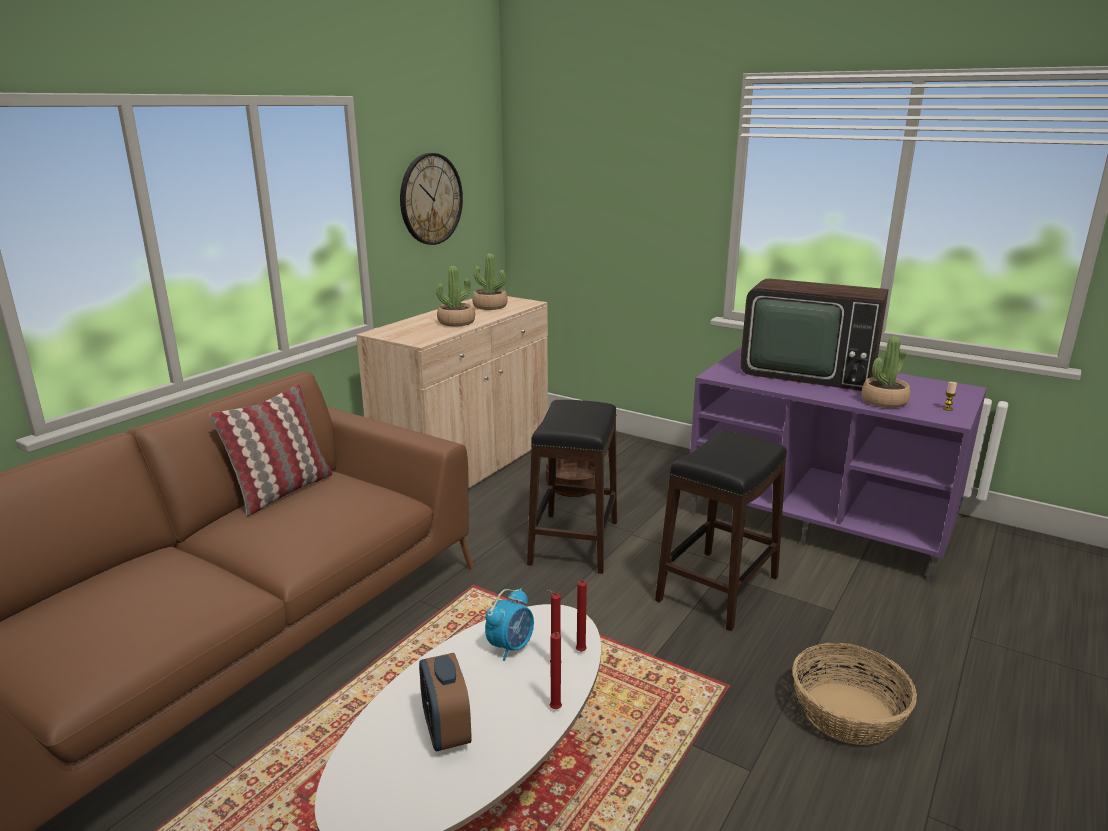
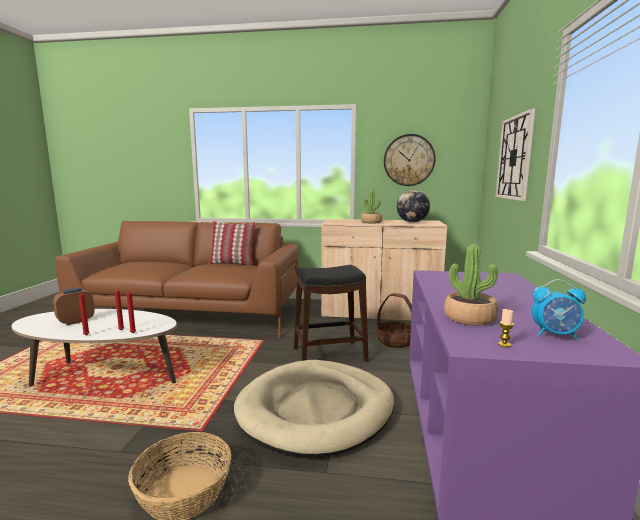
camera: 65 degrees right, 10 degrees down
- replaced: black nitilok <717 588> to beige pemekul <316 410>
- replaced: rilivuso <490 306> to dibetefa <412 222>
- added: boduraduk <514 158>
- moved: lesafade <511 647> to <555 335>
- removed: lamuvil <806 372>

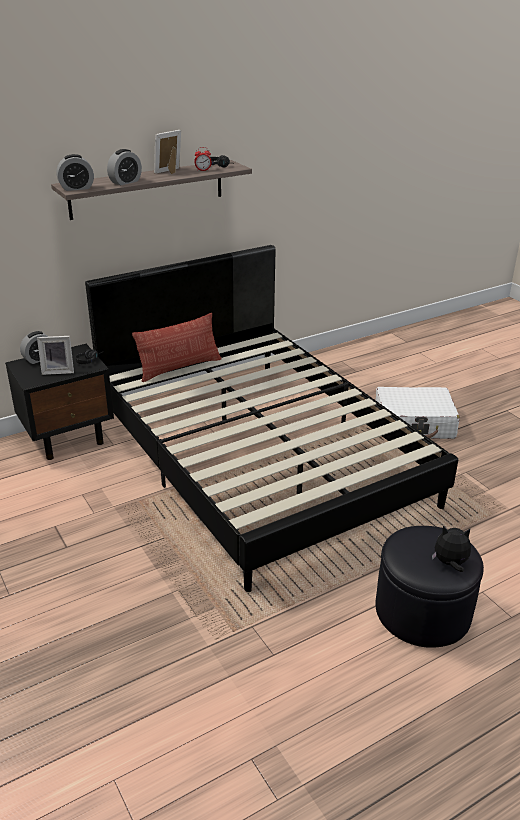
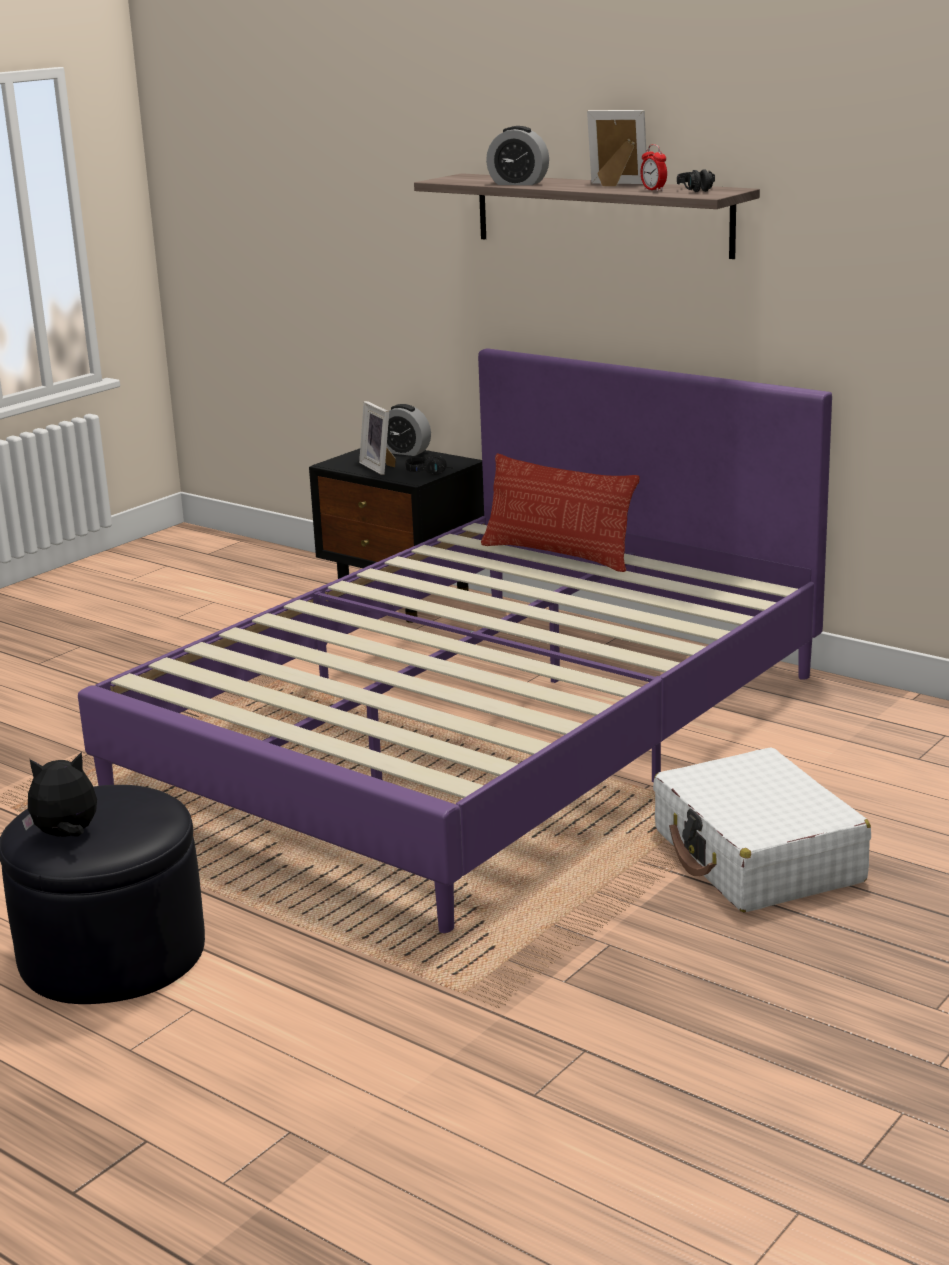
camera: 70 degrees right, 10 degrees down
- turned: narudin <450 564> = <66 836> 90 degrees counterclockwise
- recoloured: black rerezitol <259 455> to purple rerezitol <480 734>
- removed: lesafade <76 188>

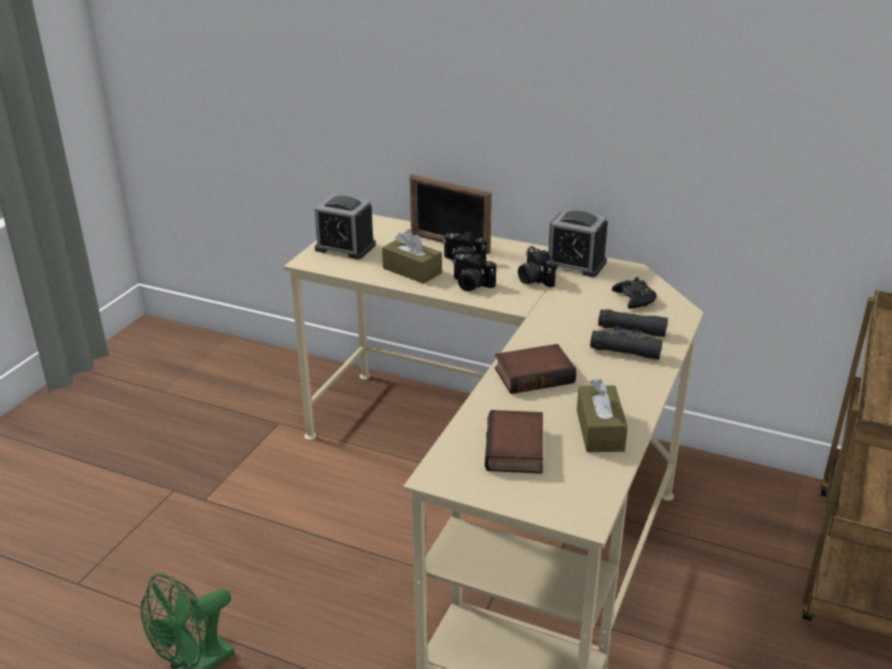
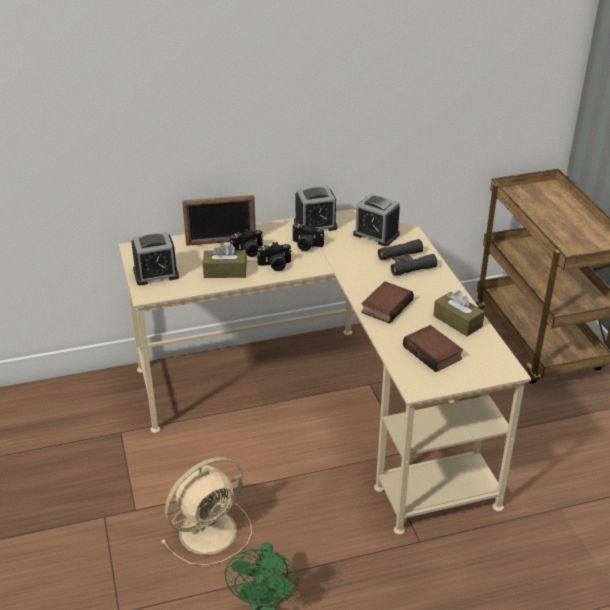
camera: 40 degrees left, 5 degrees up
- added: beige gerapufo <210 530>
- replaced: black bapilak <634 299> to lesafade <376 234>

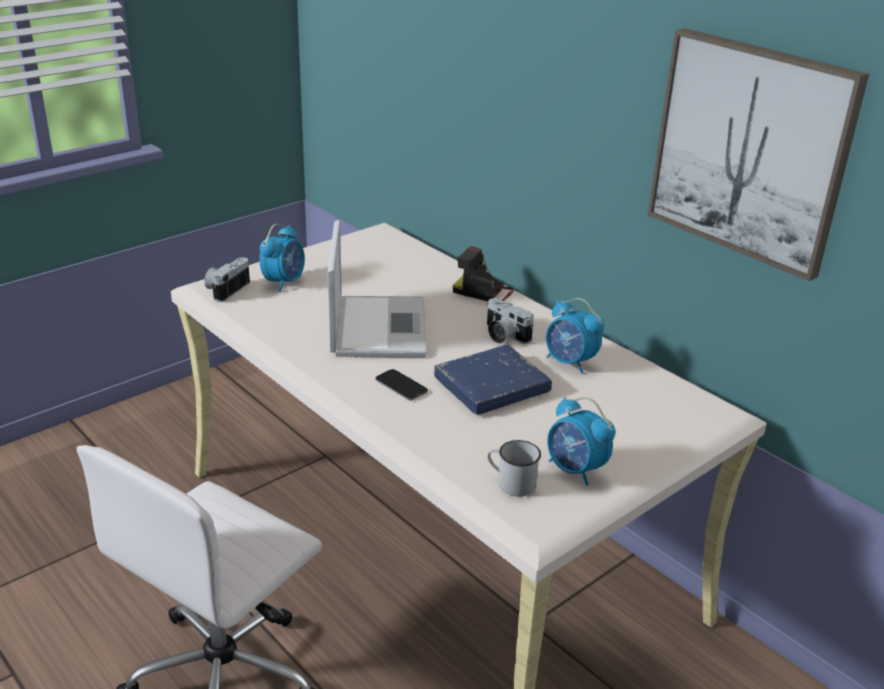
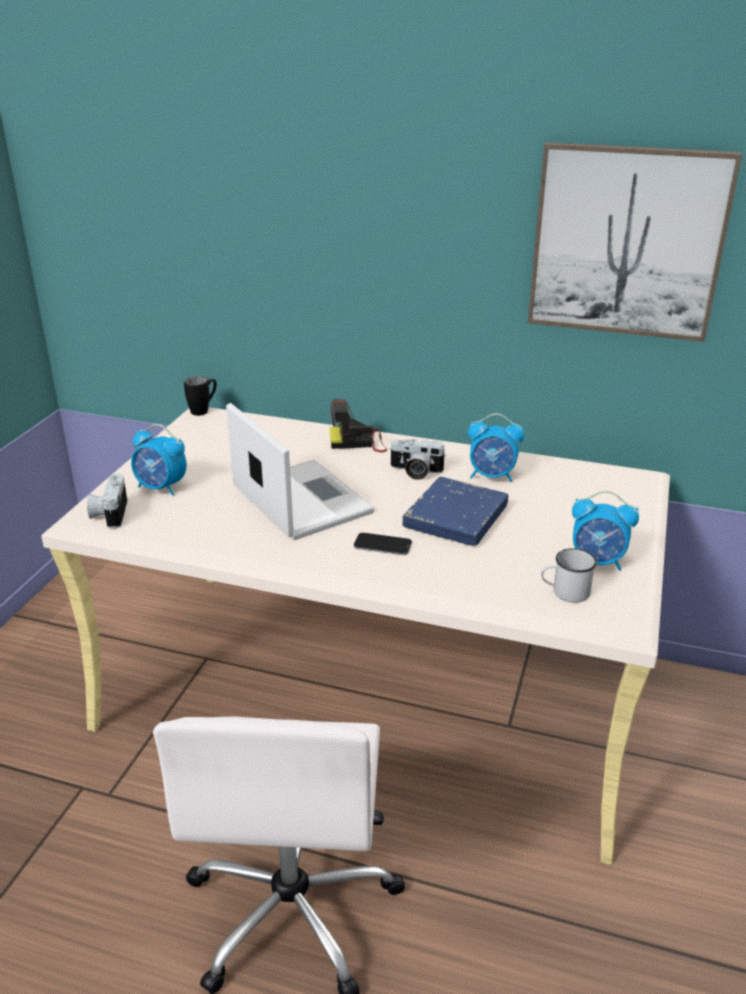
camera: 30 degrees left, 0 degrees up
- turned: lesafade <284 282> = <161 488> 120 degrees clockwise
- added: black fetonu <204 410>

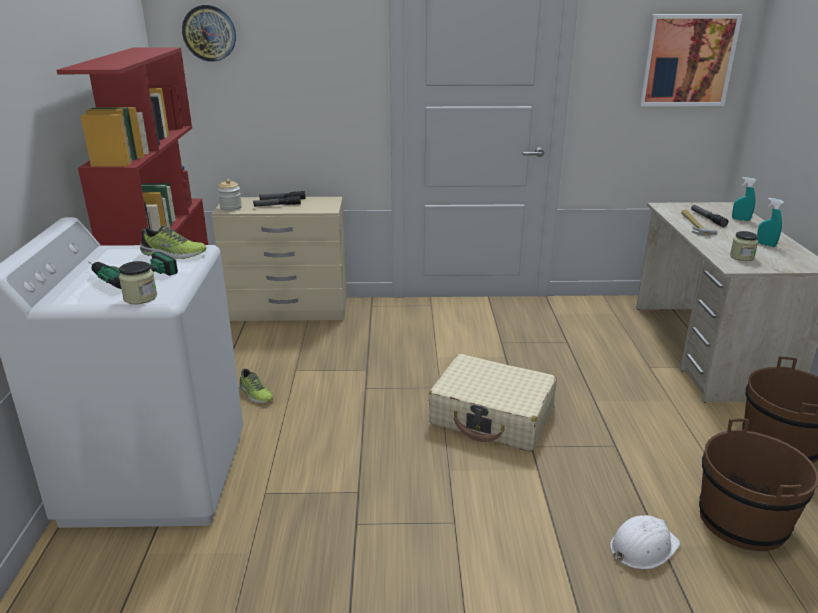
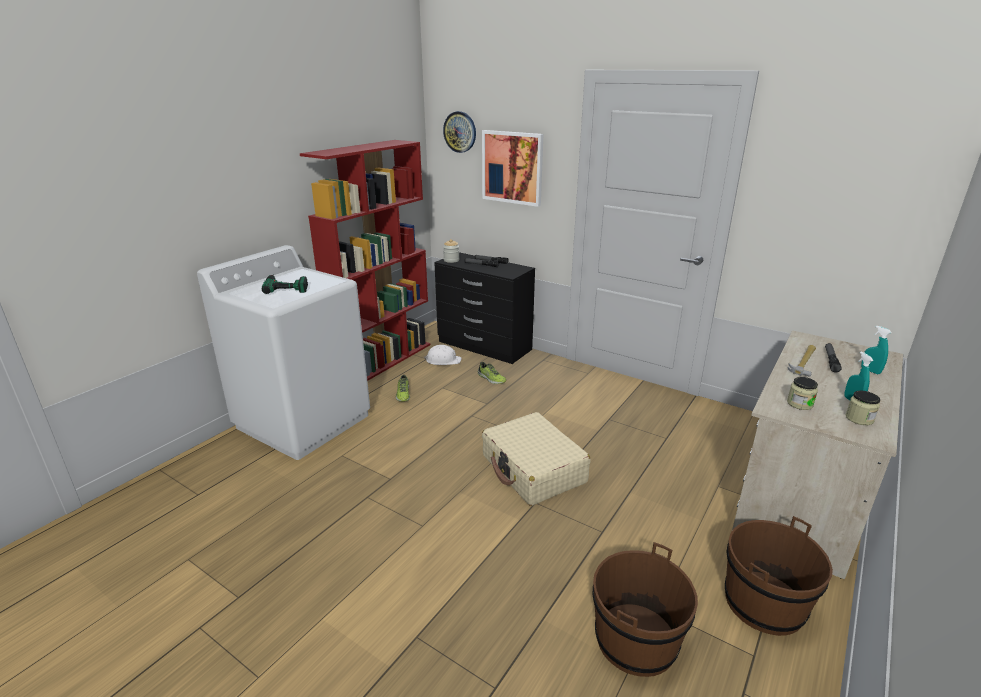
camera: 35 degrees right, 0 degrees up
- moved: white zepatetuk <642 547> to <443 360>
- recoloured: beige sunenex <289 310> to black sunenex <484 346>
- moved: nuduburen <173 254> to <491 378>
- moved: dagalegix <687 60> to <512 167>
- moved: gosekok <140 297> to <859 418>

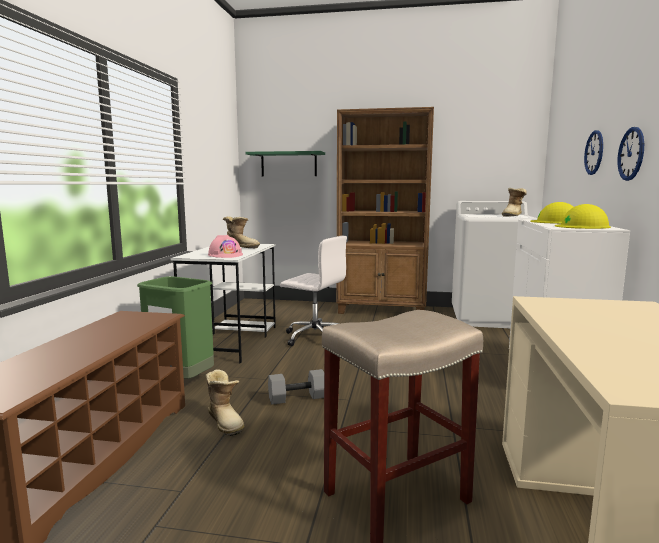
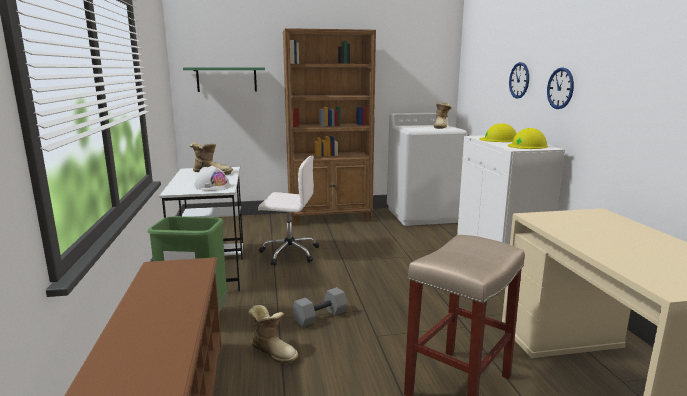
camera: 20 degrees left, 5 degrees up
- recoloured: pink zepatetuk <225 255> to white zepatetuk <212 186>

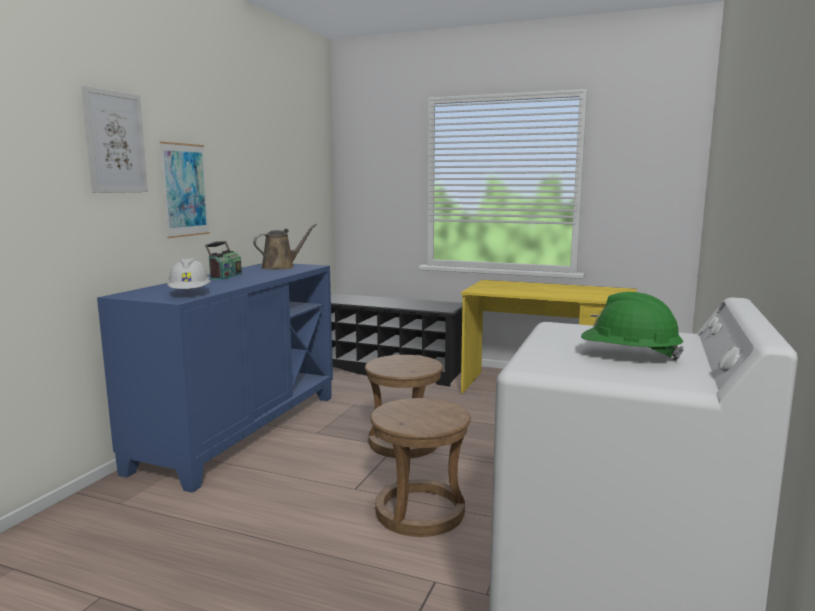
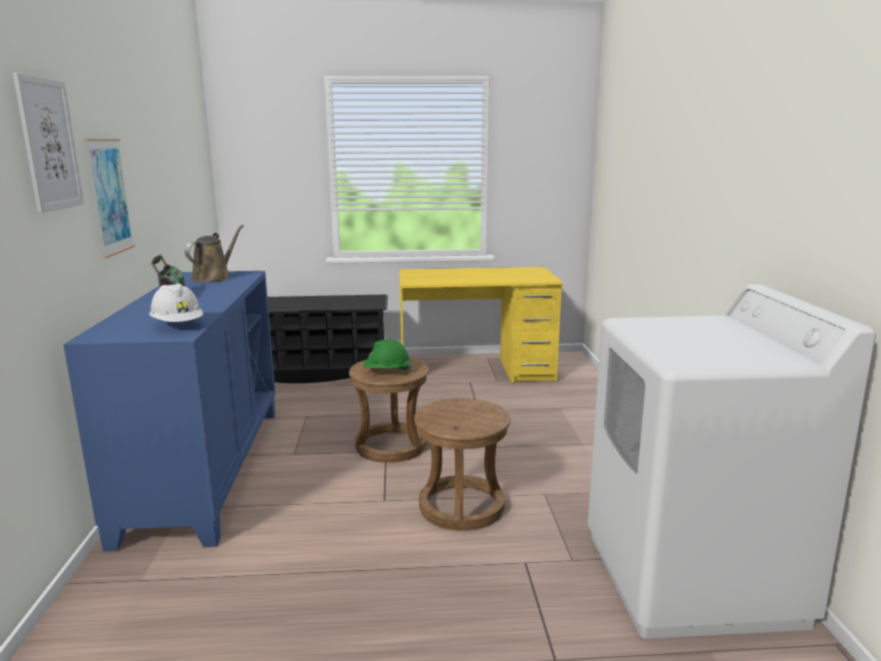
camera: 25 degrees left, 5 degrees up
- moved: green zepatetuk <628 356> to <387 372>

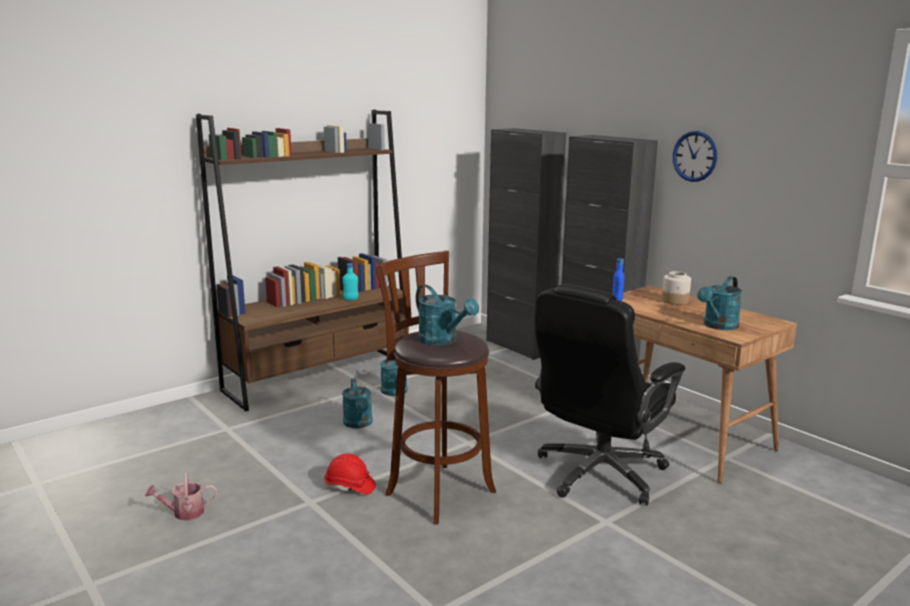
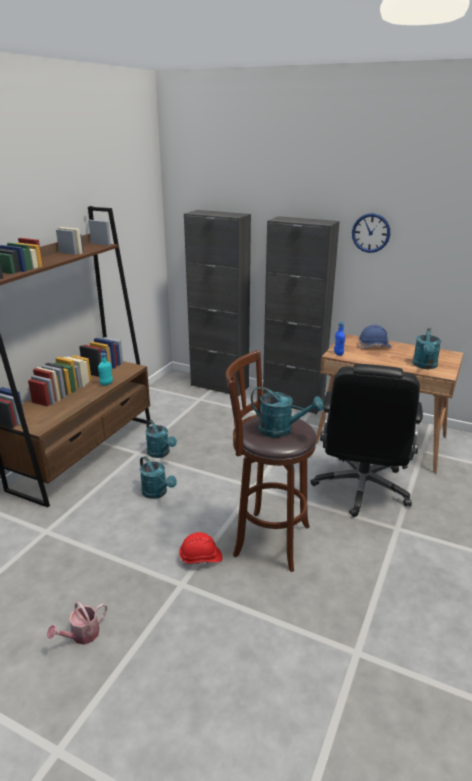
camera: 25 degrees left, 10 degrees up
- replaced: gosekok <675 301> to blue zepatetuk <374 346>

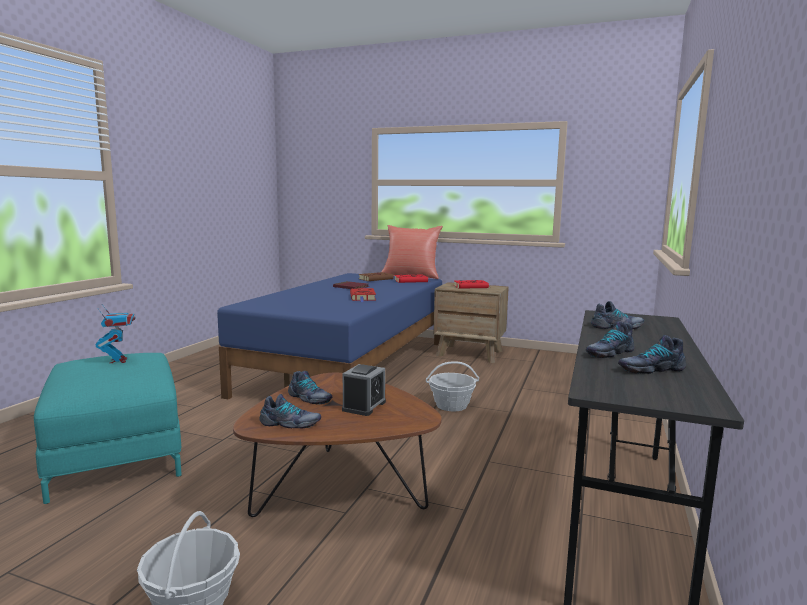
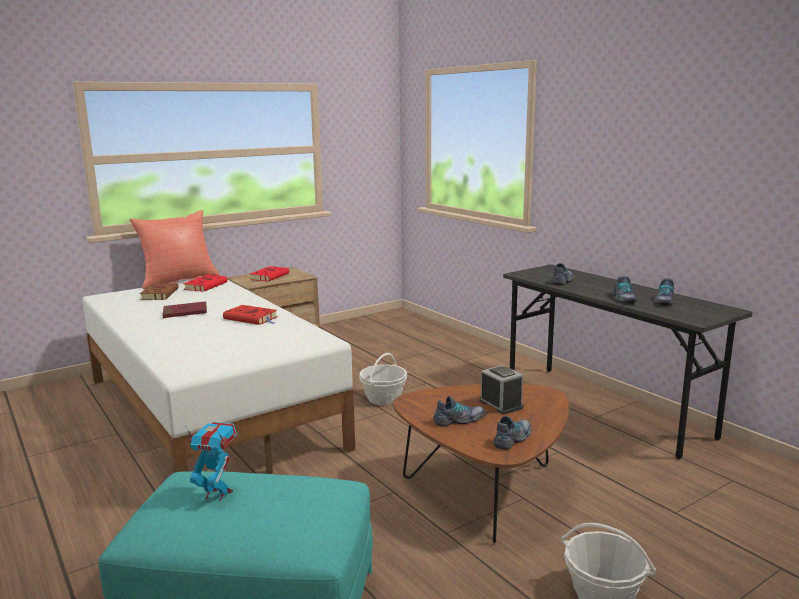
camera: 55 degrees left, 5 degrees up
- recoloured: blue rerezitol <350 366> to white rerezitol <210 411>

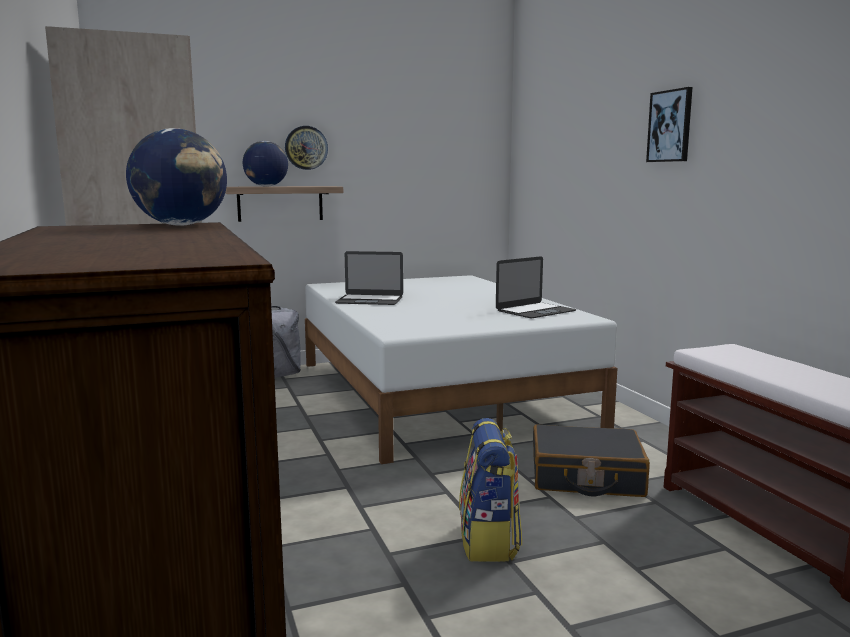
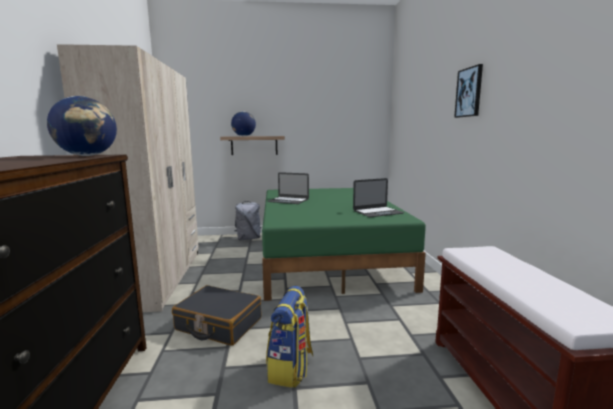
camera: 15 degrees right, 0 degrees up
- moved: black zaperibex <586 477> to <218 324>
- recoloured: white rerezitol <438 392> to green rerezitol <327 256>
- removed: boduraduk <306 148>

